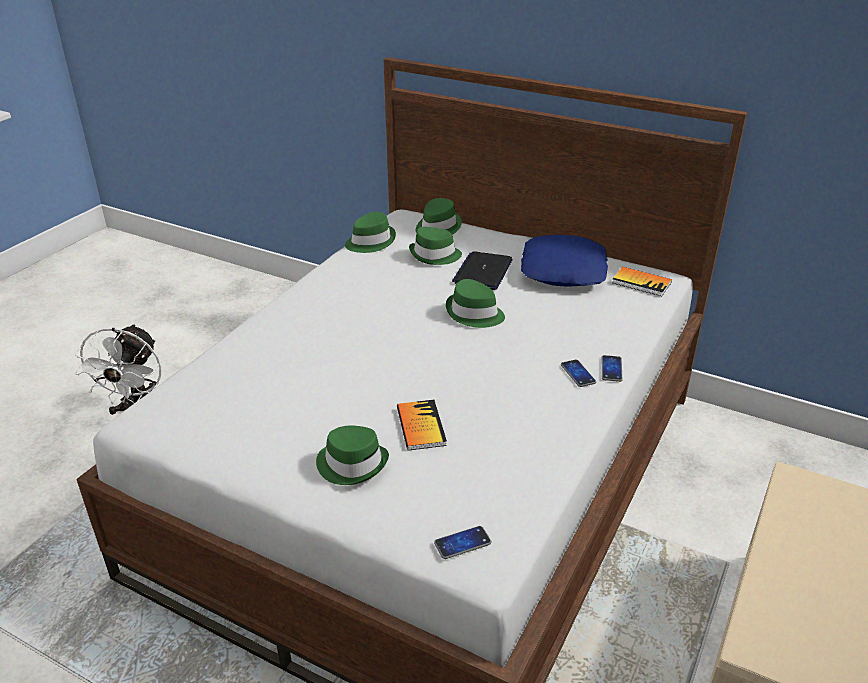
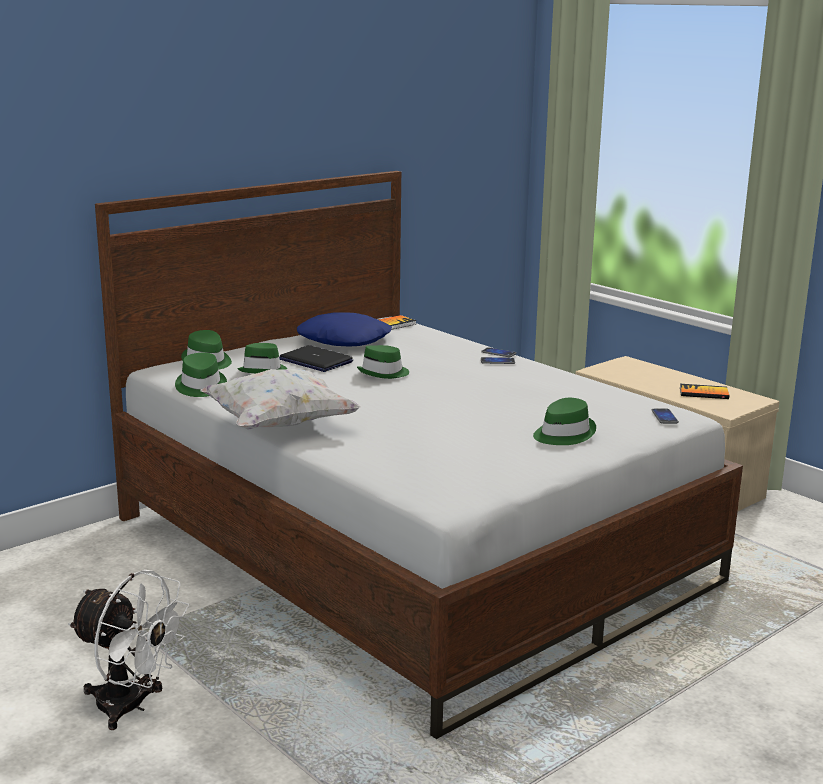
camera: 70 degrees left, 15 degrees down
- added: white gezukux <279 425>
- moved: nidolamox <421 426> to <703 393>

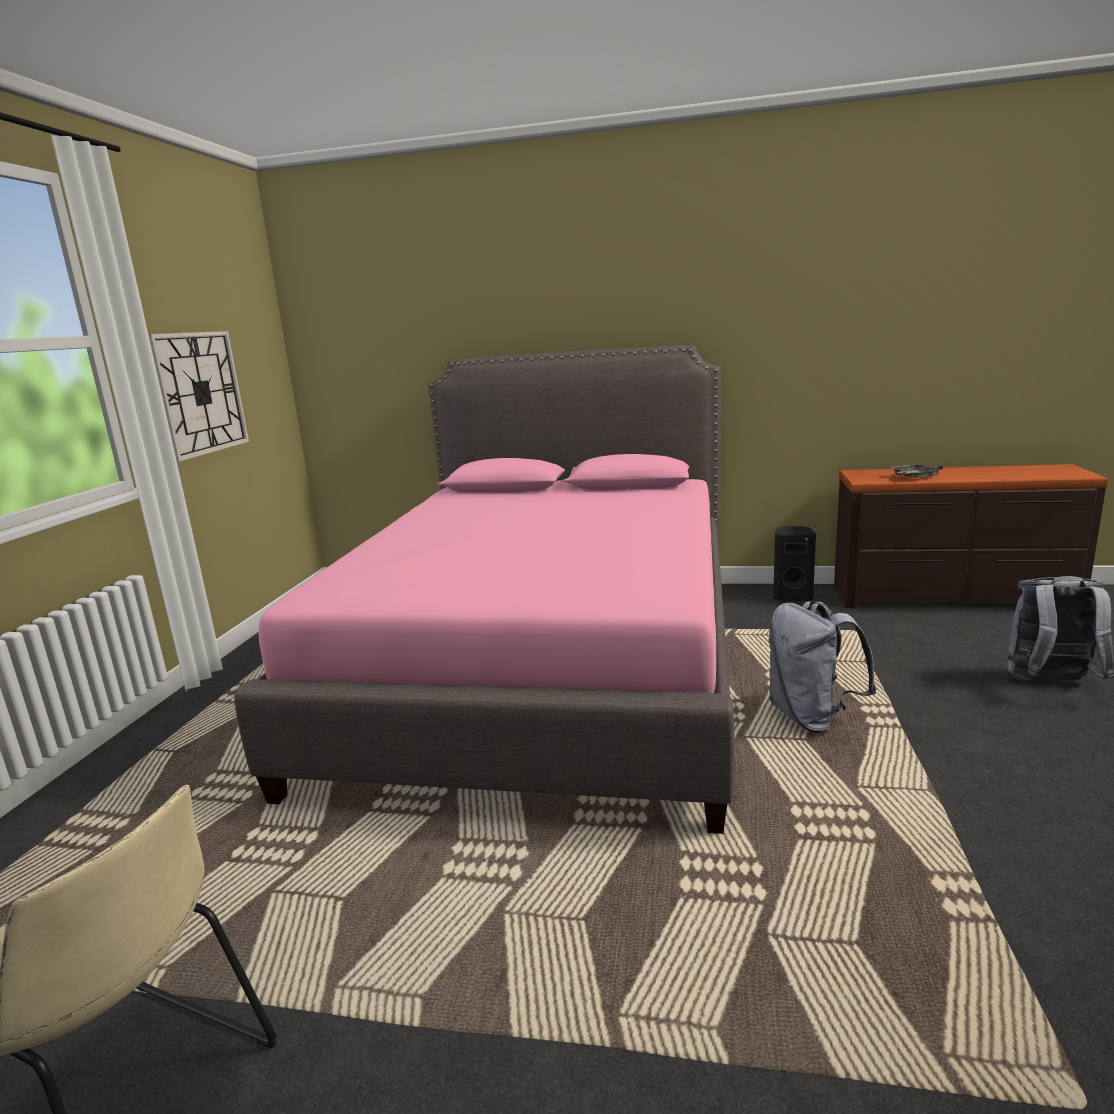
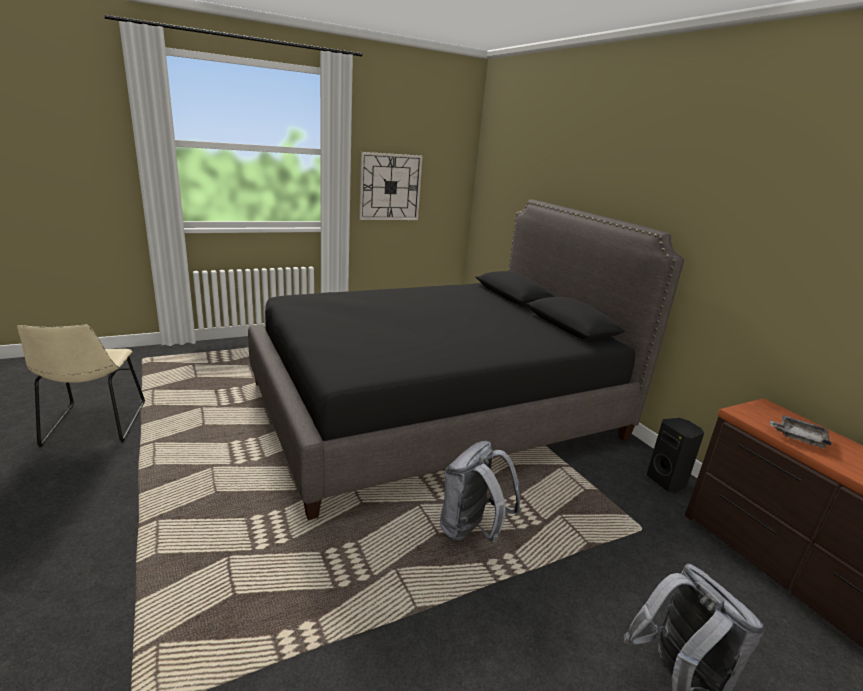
camera: 50 degrees right, 5 degrees up
- recoloured: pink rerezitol <547 668> to black rerezitol <436 410>

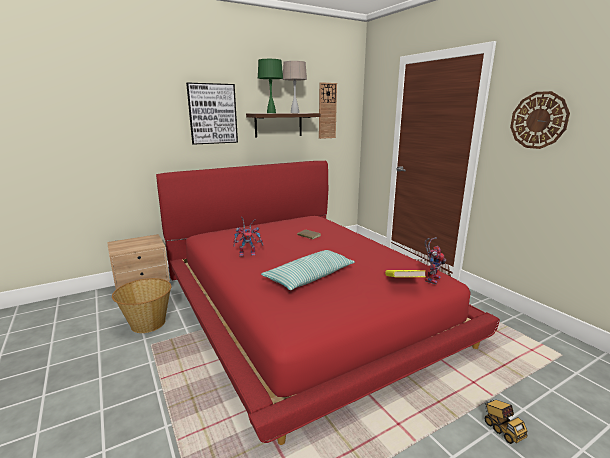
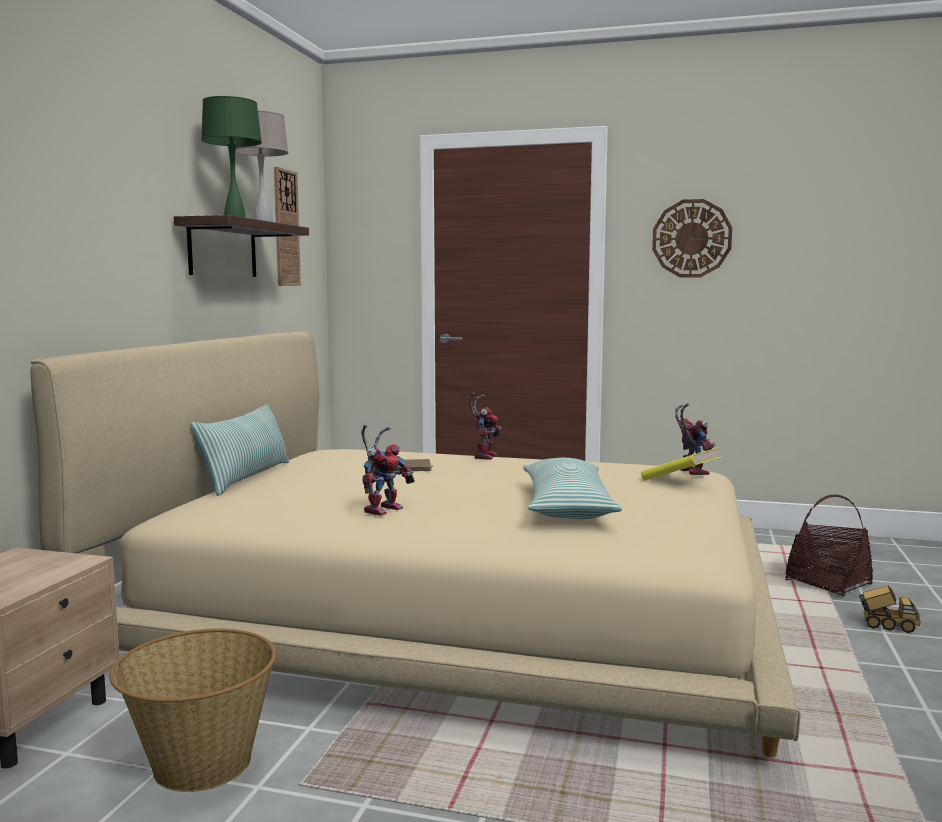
camera: 45 degrees left, 10 degrees down
- recoloured: red rerezitol <303 305> to beige rerezitol <454 610>
- added: gezukux <246 477>
- added: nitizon <484 456>
- added: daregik <828 583>
- removed: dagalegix <212 114>

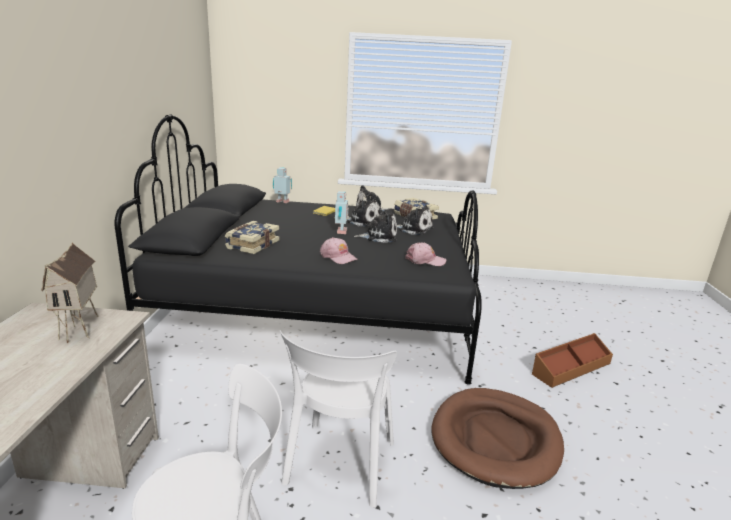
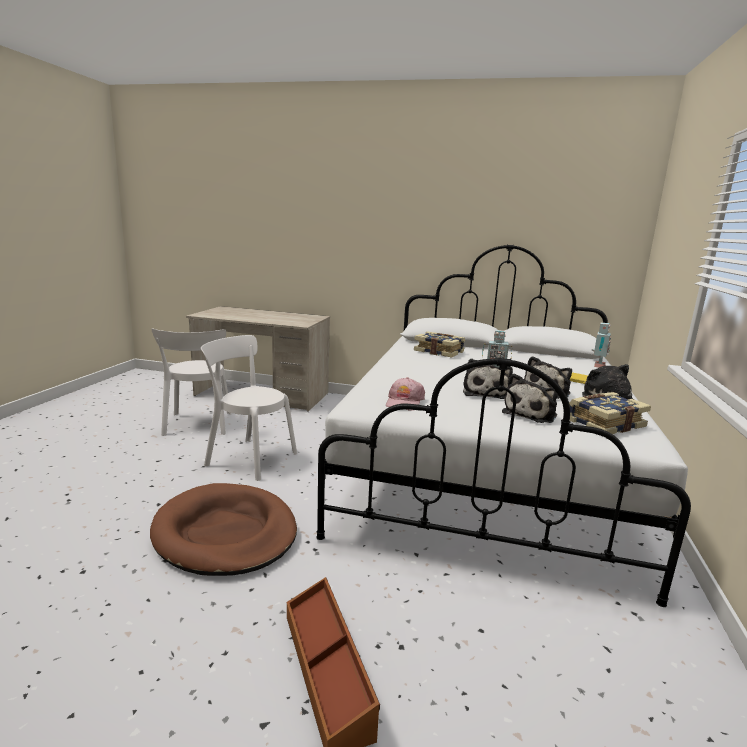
camera: 100 degrees right, 5 degrees down
- recoloured: black rerezitol <319 312> to white rerezitol <486 470>
- removed: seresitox <81 330>
- removed: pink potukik <338 257>

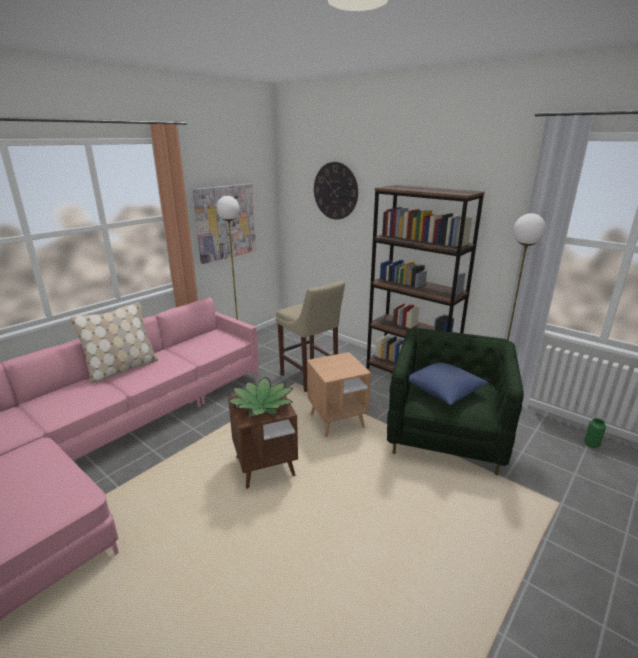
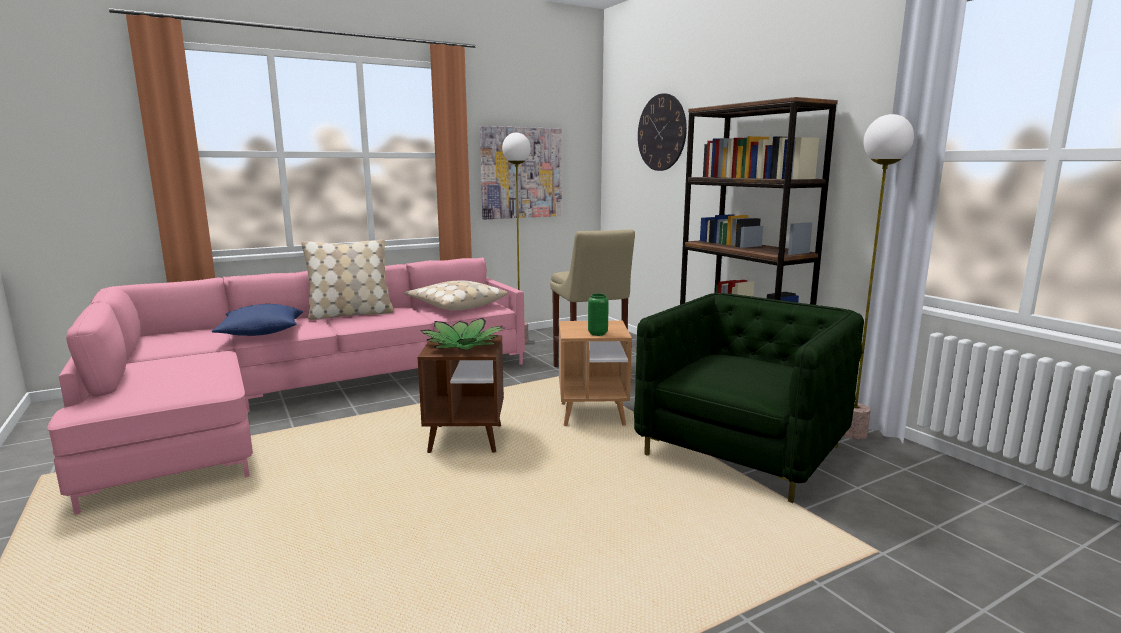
camera: 20 degrees right, 10 degrees down
- moved: blue gezukux <443 391> to <261 333>
- added: beige gezukux <455 305>
- moved: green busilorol <591 444> to <597 333>

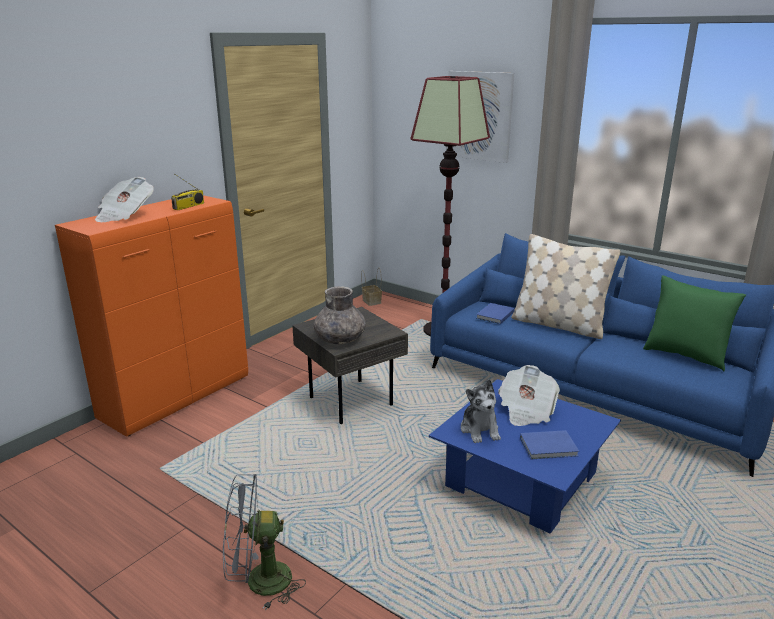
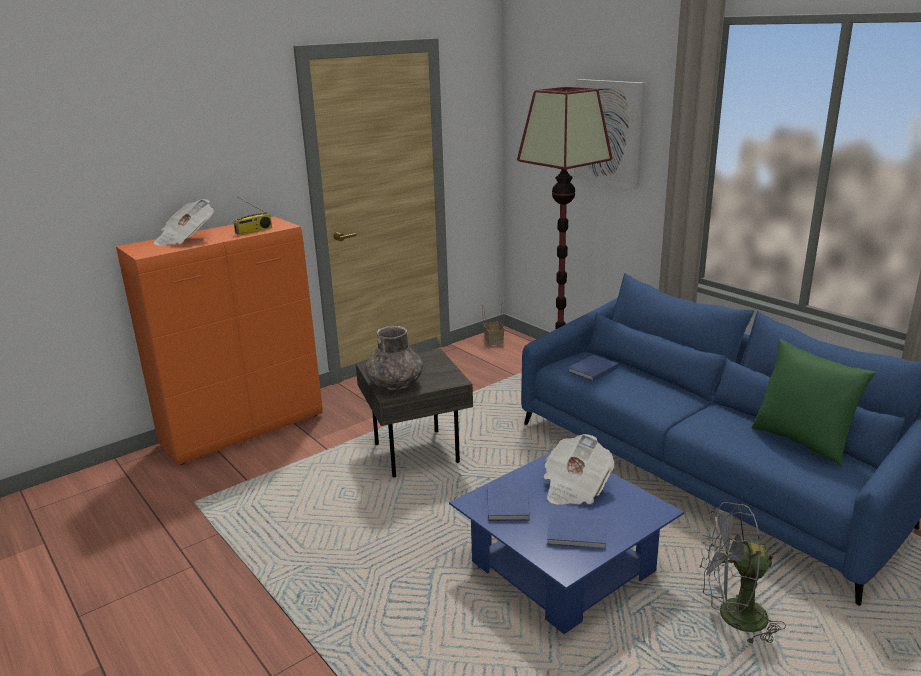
camera: 15 degrees right, 0 degrees up
- replaced: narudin <480 430> to blue nidolamox <508 503>
- moved: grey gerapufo <259 582> to <732 617>
- removed: beige gezukux <558 325>

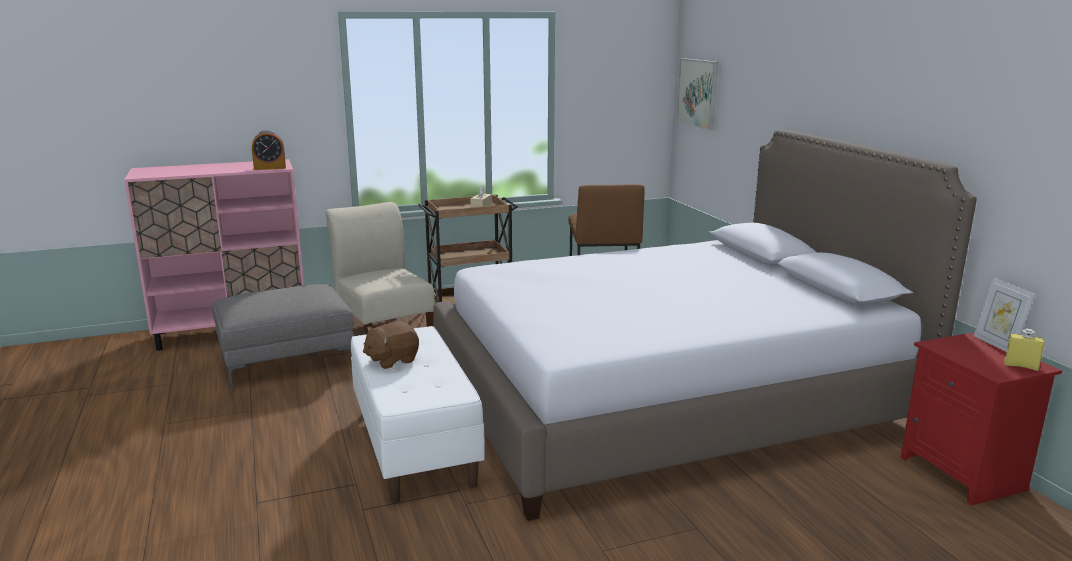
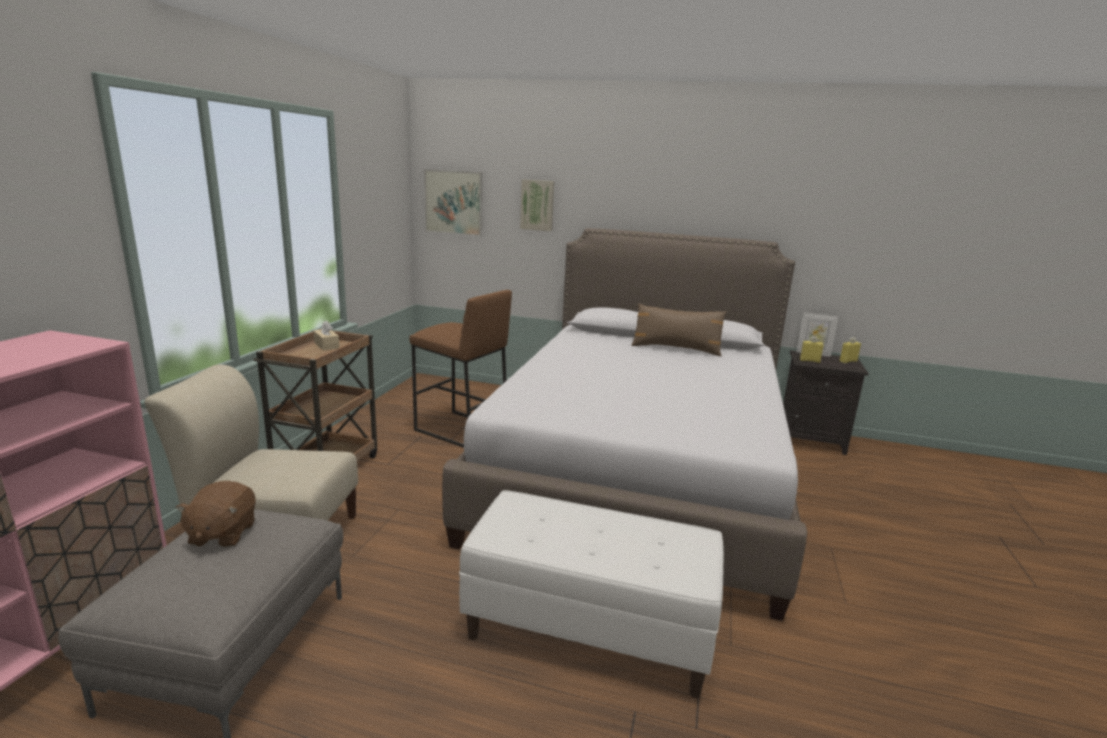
camera: 55 degrees left, 0 degrees up
- moved: brown narudin <392 360> to <222 534>
- added: dagalegix <537 205>
- added: brown gezukux <676 349>
- recoloured: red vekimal <964 474> to black vekimal <812 440>
- added: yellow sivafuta <809 361>
- removed: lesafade <270 168>

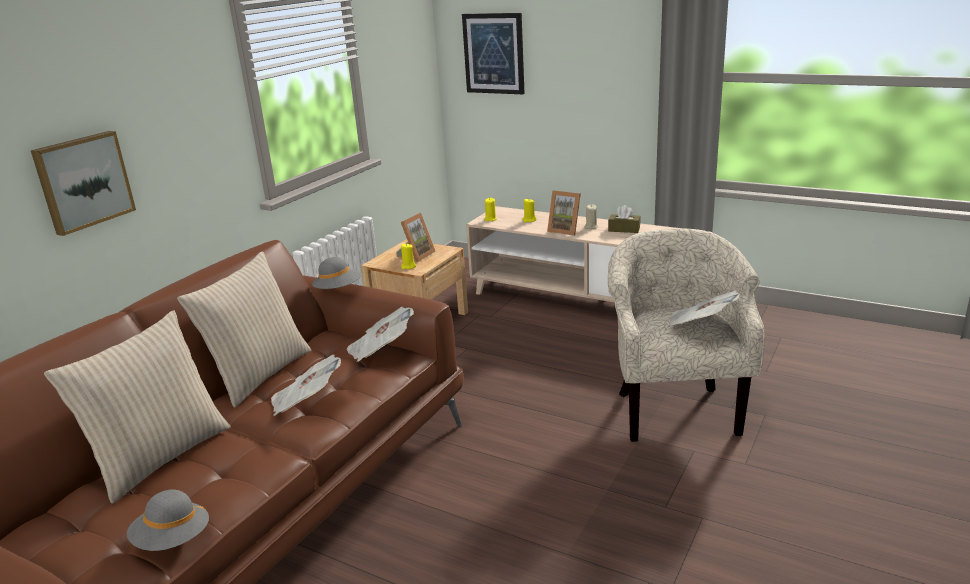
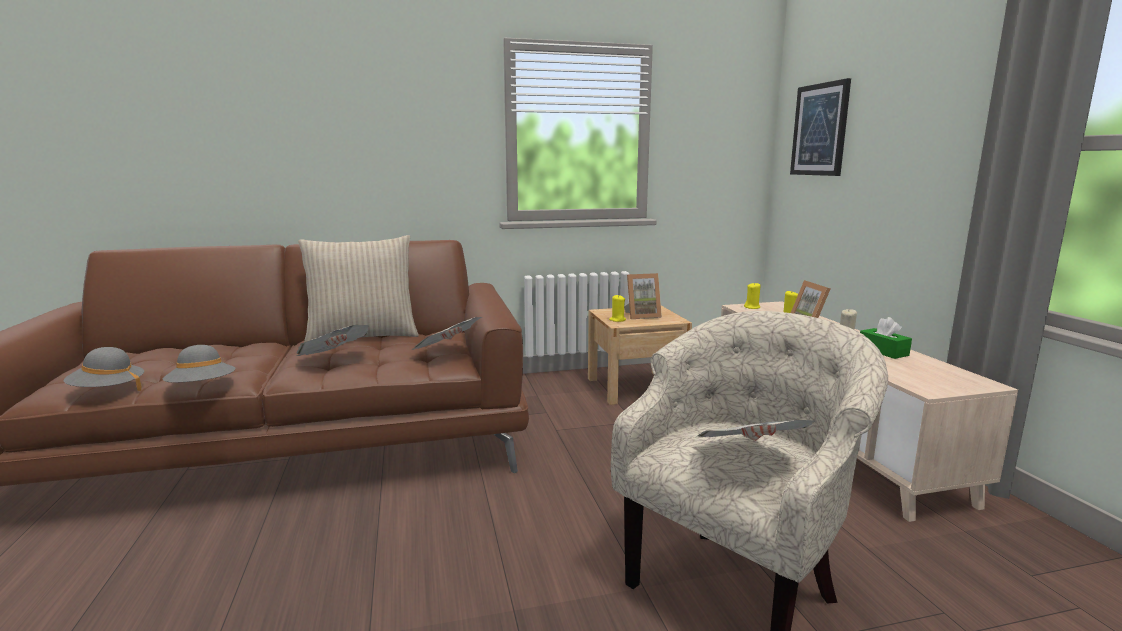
camera: 45 degrees right, 10 degrees down
- moved: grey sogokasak <339 290> to <202 388>
- recoloured: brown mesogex <624 229> to green mesogex <883 351>
- removed: dagalegix <83 181>
- removed: beige gezukux <160 456>

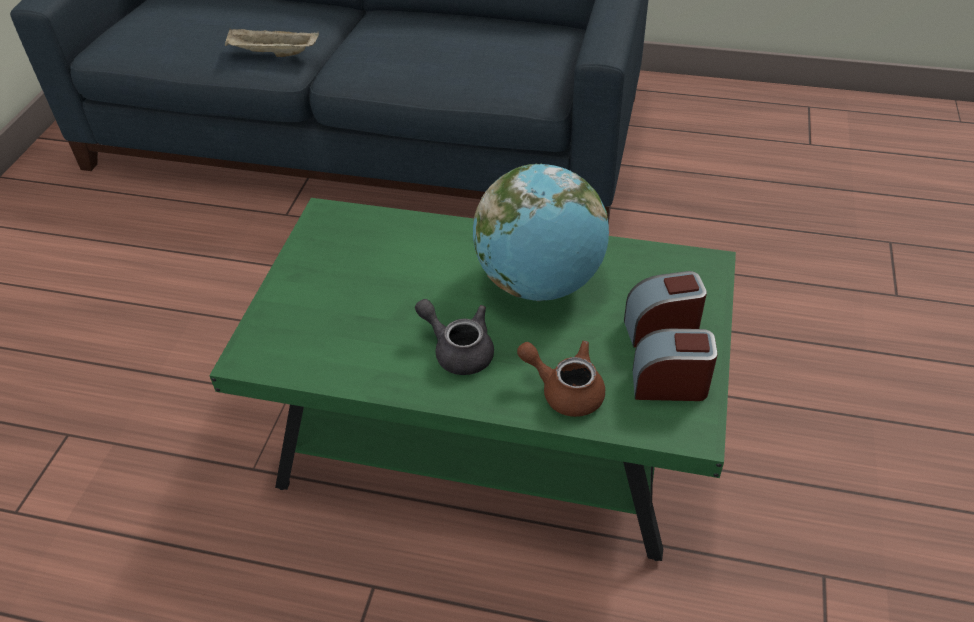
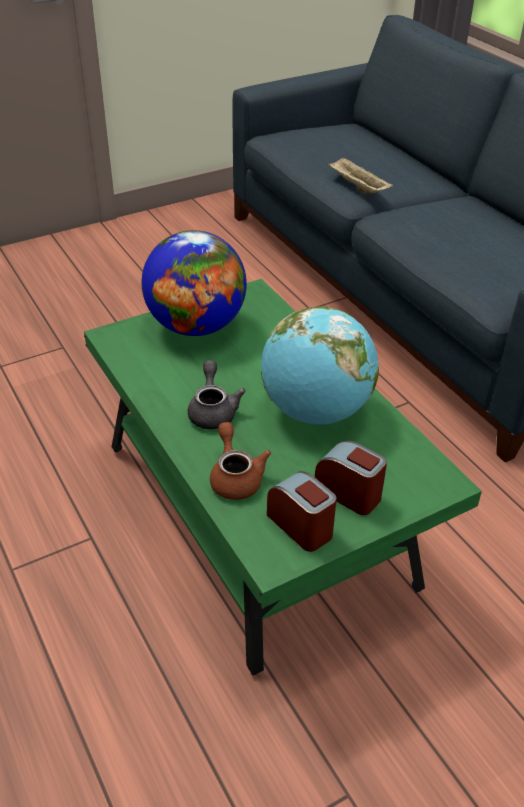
camera: 45 degrees right, 5 degrees down
- added: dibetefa <196 326>

